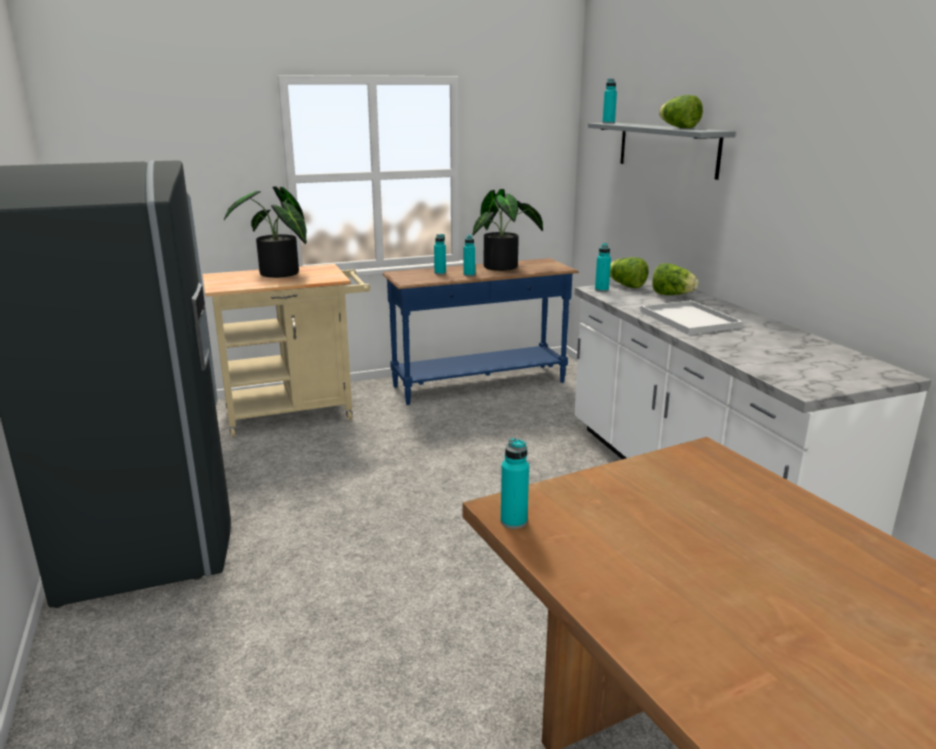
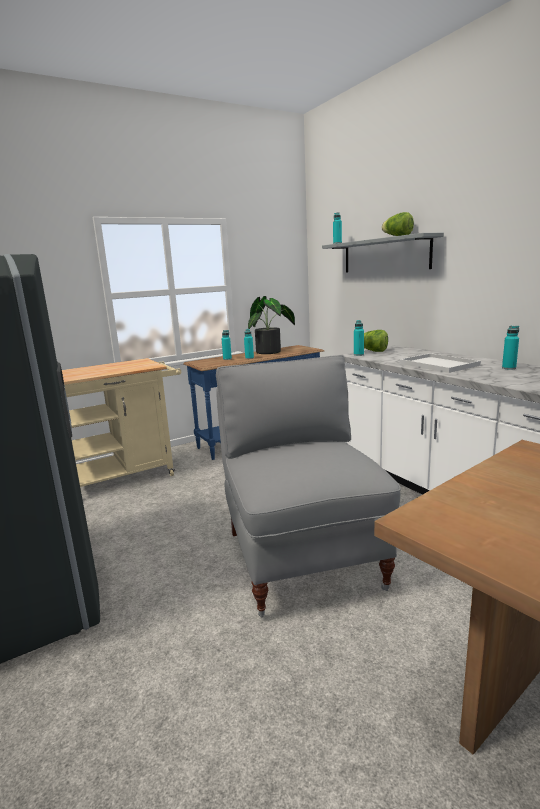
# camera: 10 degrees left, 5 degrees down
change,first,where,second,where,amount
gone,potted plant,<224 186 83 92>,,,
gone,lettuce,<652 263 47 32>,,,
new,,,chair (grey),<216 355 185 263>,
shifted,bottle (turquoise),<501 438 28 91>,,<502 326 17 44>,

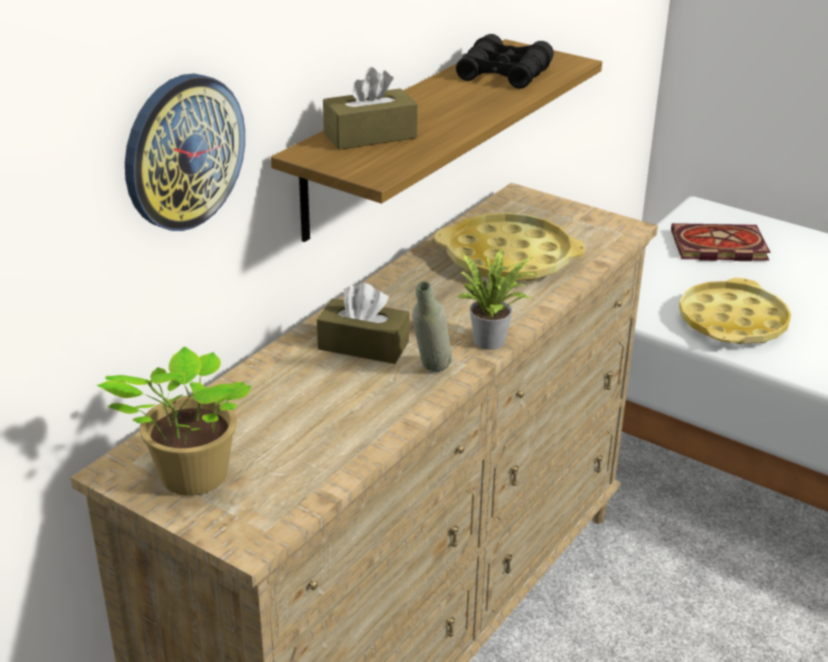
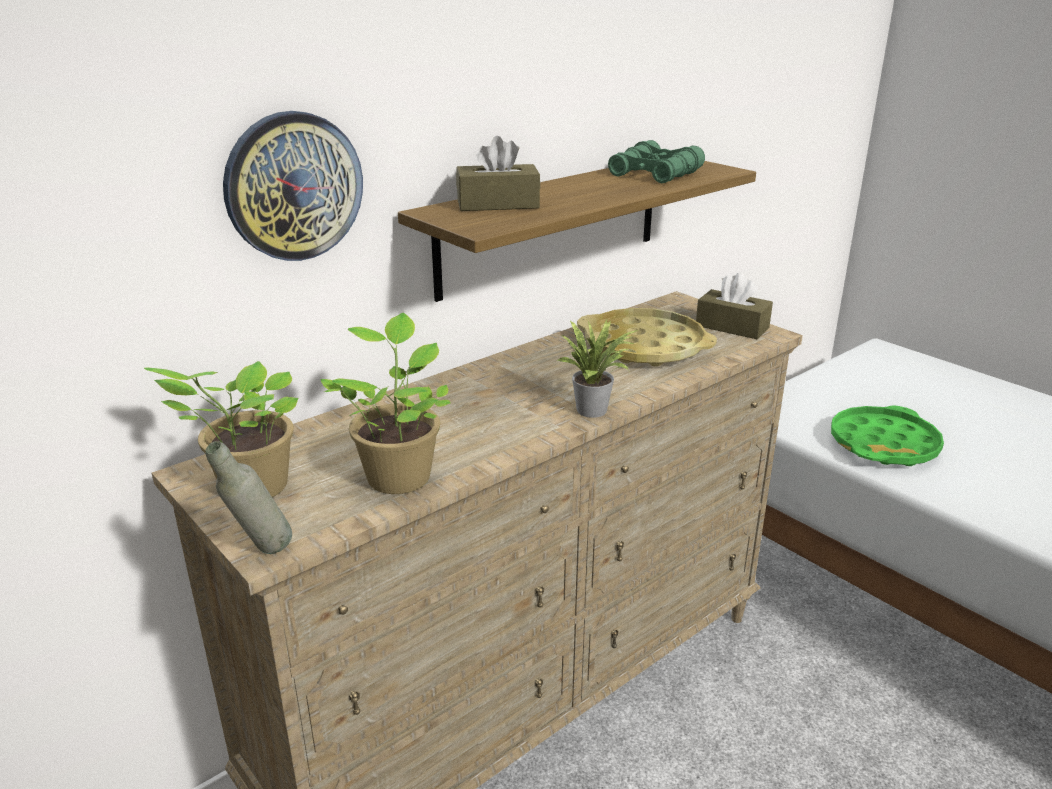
# camera: 15 degrees right, 5 degrees down
change,first,where,second,where,amount
gone,book,<671 223 100 38>,,,
new,,,potted plant,<320 313 131 181>,
shifted,tissue box (brown),<317 283 92 81>,,<696 273 77 66>,
shifted,bottle (grey),<412 281 40 91>,,<205 441 87 113>,
repainted,binoculars (black),<456 34 98 55>,binoculars (green),<608 140 97 43>,
repainted,tray (yellow),<679 278 112 66>,tray (green),<831 406 113 60>,

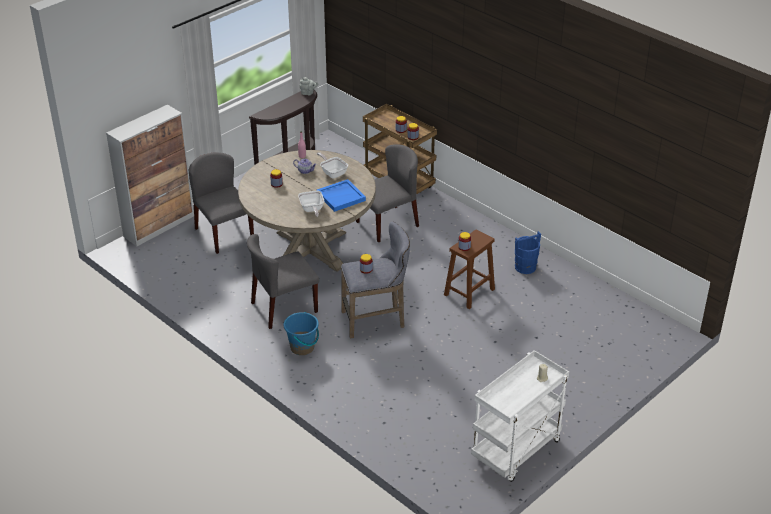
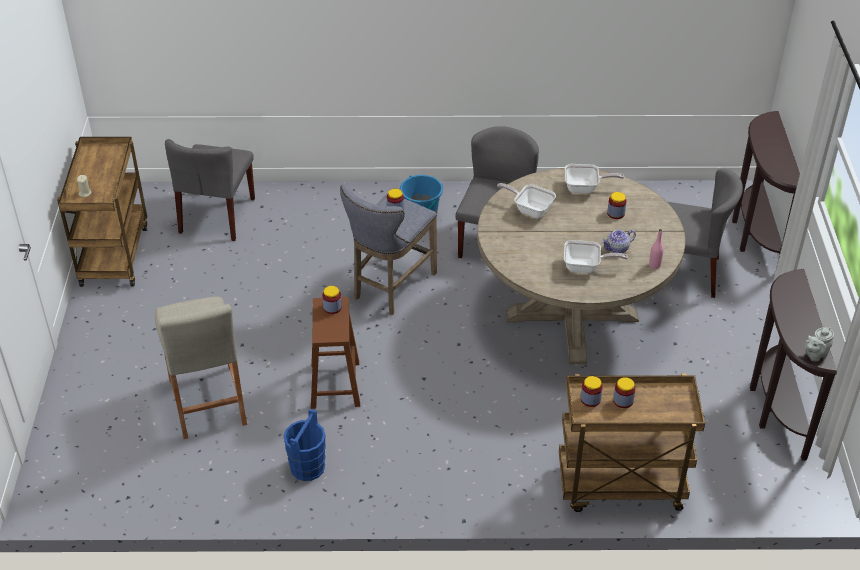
# camera: 135 degrees right, 5 degrees up
change,first,where,second,where,amount
gone,tray (blue),<317 179 49 33>,,,
new,,,stool (beige),<155 296 92 143>,
new,,,frying pan,<565 164 59 29>,
shifted,chair (grey),<356 144 63 98>,,<165 139 90 102>,
swapped,cabinet,<106 105 88 141>,console table (brown),<732 111 68 149>,
repainted,cart (white),<471 350 98 132>,cart (brown),<57 137 90 150>,

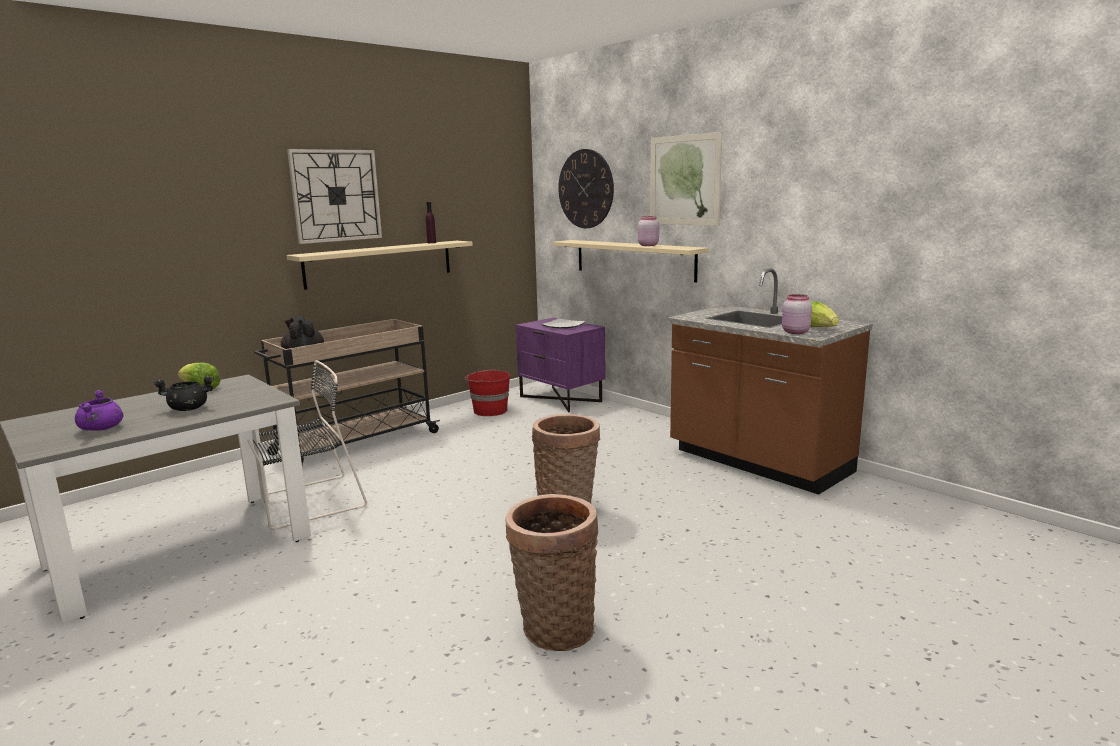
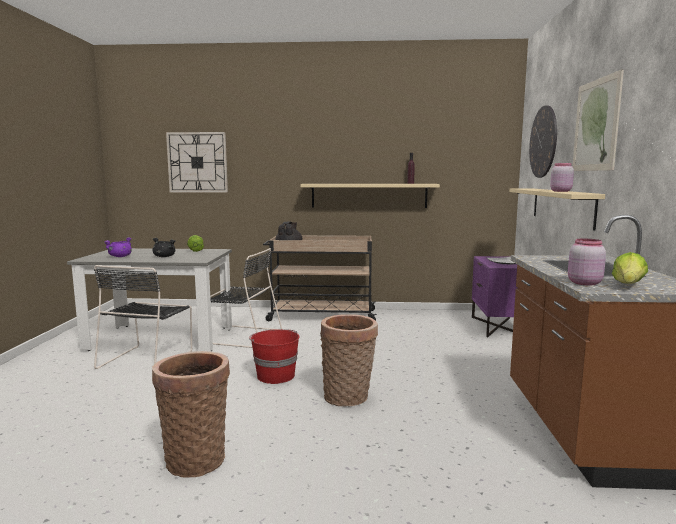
# camera: 45 degrees right, 5 degrees down
change,first,where,second,where,amount
new,,,chair (black),<94 265 98 104>,
shifted,wall clock,<287 149 95 95>,,<166 132 62 61>,
shifted,bucket (red),<465 369 45 47>,,<249 329 51 55>,

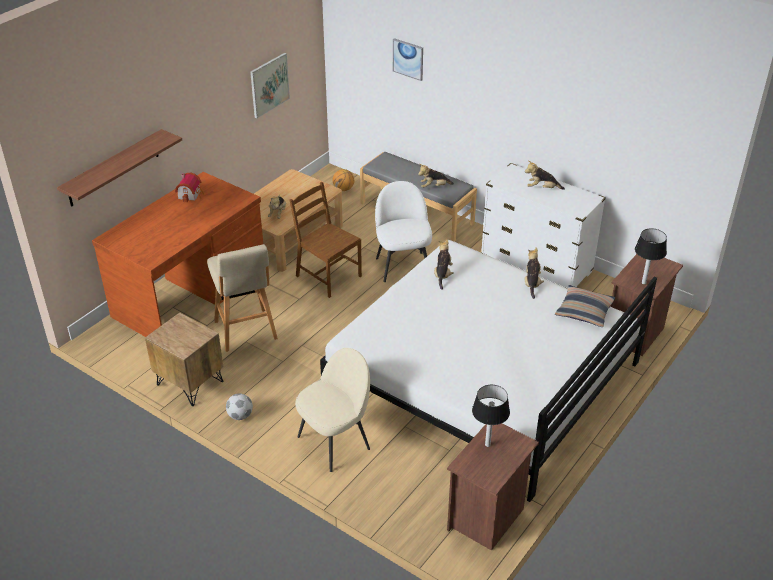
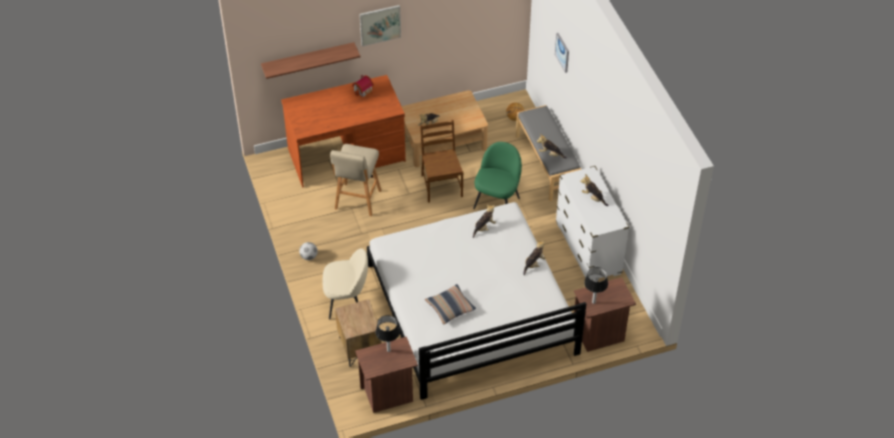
# camera: 35 degrees right, 10 degrees up
change,first,where,second,where,amount
shifted,nightstand (brown),<145 312 78 94>,,<335 299 47 68>,
shifted,picture,<250 53 40 65>,,<359 5 42 41>,
shifted,pillow,<555 285 60 42>,,<425 284 51 40>,
repainted,chair (white),<375 181 57 101>,chair (green),<473 142 49 67>,

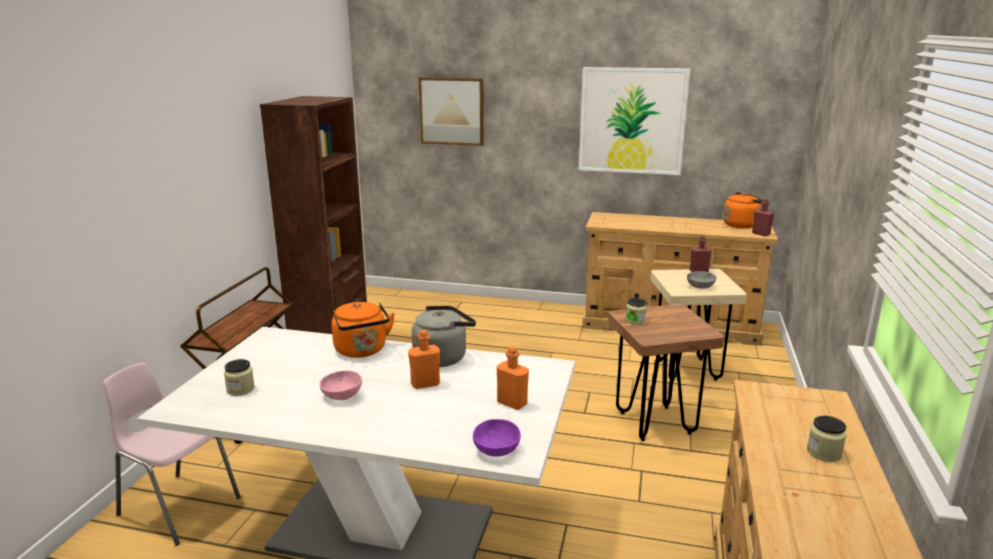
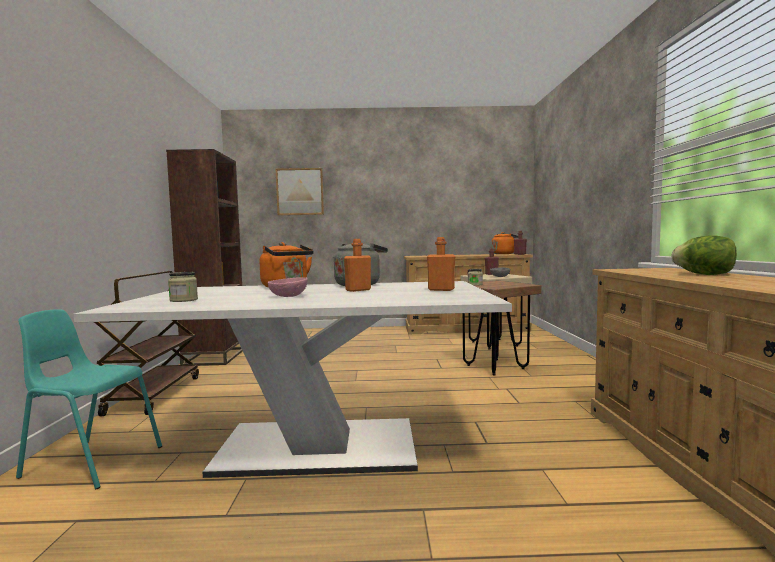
# camera: 15 degrees left, 15 degrees down
change,first,where,second,where,amount
gone,bowl (purple),<473 419 48 38>,,,
gone,picture,<579 67 111 108>,,,
swapped,jar,<807 416 40 46>,lettuce,<671 235 66 40>,
repainted,chair (pink),<103 363 138 182>,chair (turquoise),<16 310 146 179>,

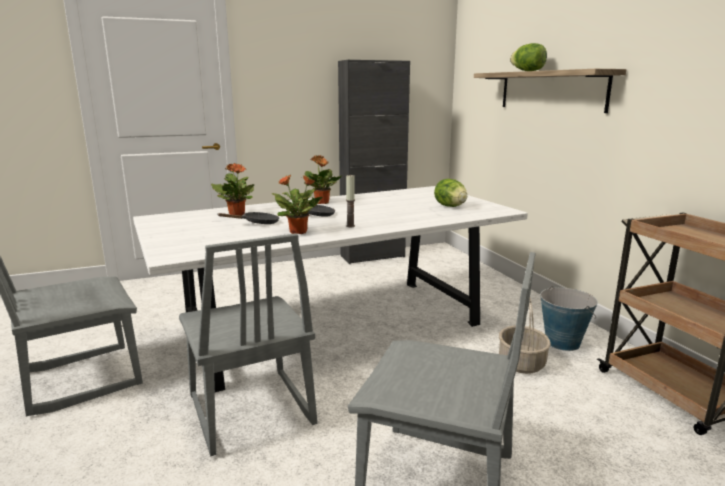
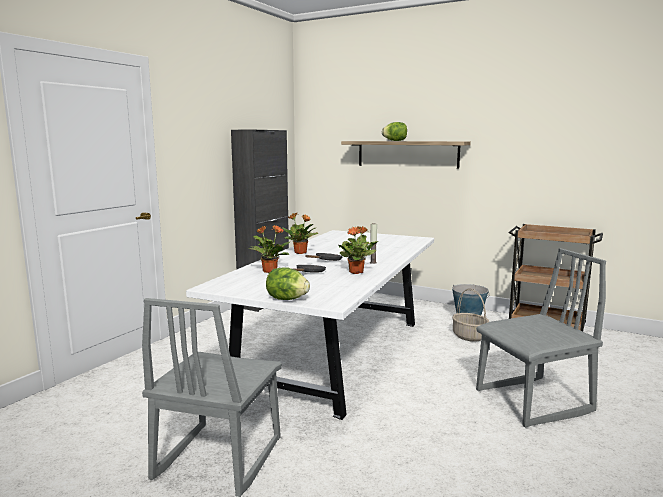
# camera: 40 degrees left, 5 degrees down
change,first,where,second,where,amount
gone,chair (grey),<179 233 139 223>,,,
shifted,lettuce,<434 179 33 28>,,<266 267 44 33>,

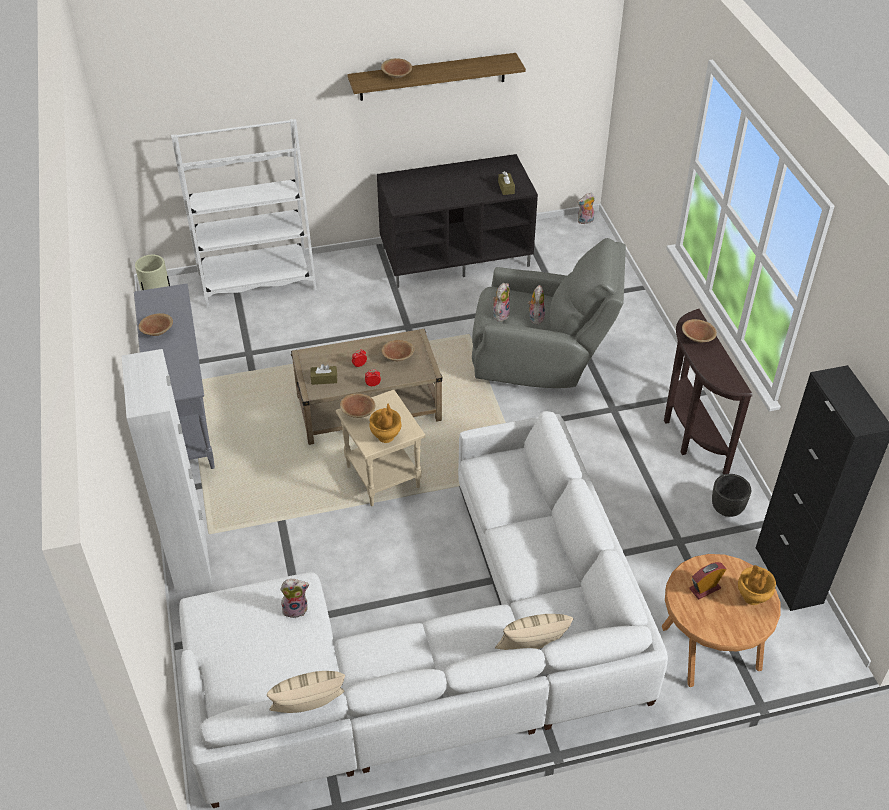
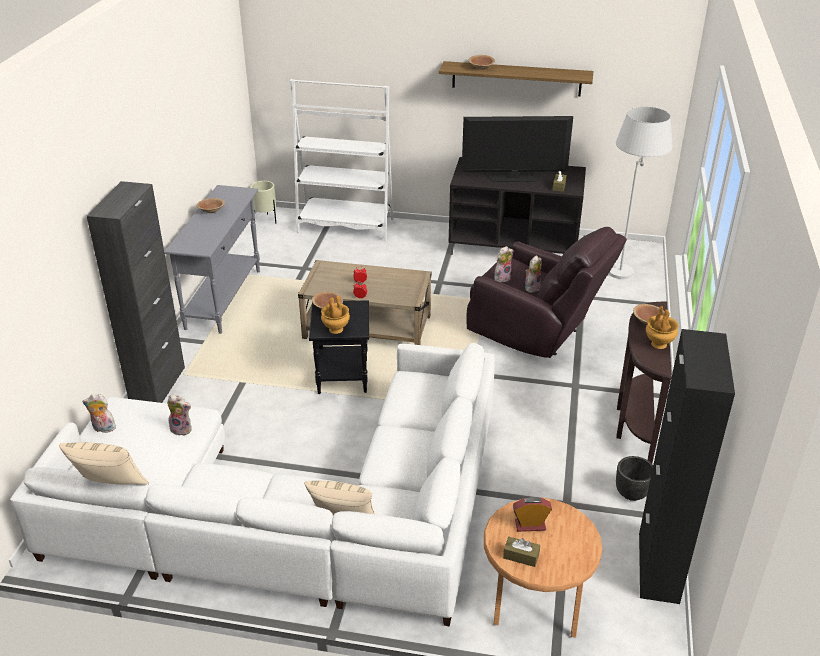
# camera: 25 degrees right, 10 degrees down
change,first,where,second,where,amount
gone,bowl (brown),<382 340 32 21>,,,
new,,,television,<462 116 111 66>,
new,,,floor lamp (white),<609 106 64 173>,
shifted,tissue box (brown),<310 364 27 21>,,<503 537 37 30>,
shifted,plush toy,<577 192 18 32>,,<82 394 34 39>,
shifted,vase (brown),<738 565 38 40>,,<646 306 33 43>,
repainted,cabinet (white),<122 349 90 244>,cabinet (black),<87 181 98 222>,
repainted,side table (beige),<336 390 90 116>,side table (black),<309 300 60 94>,
repainted,armchair (grey),<472 238 154 150>,armchair (brown),<466 227 161 131>,

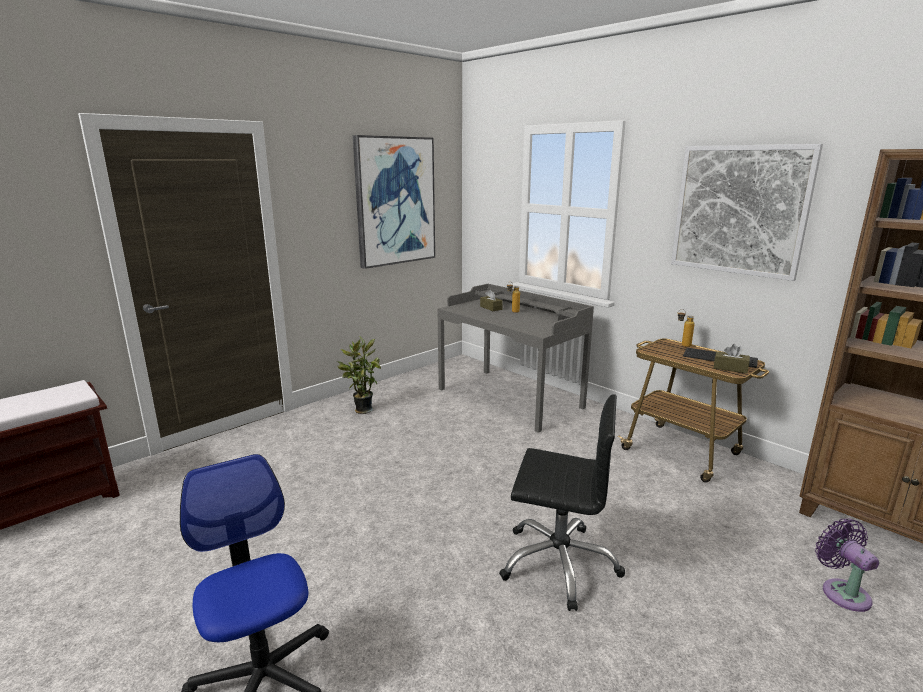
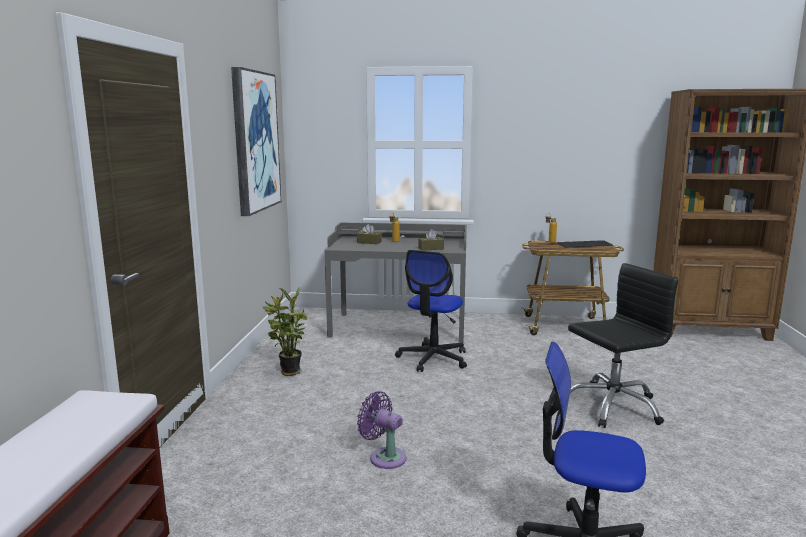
# camera: 40 degrees left, 5 degrees down
change,first,where,second,where,amount
gone,picture,<671 144 152 137>,,,
new,,,office chair,<395 250 72 122>,
shifted,tissue box (brown),<714 344 36 30>,,<418 229 26 22>,
shifted,fan (purple),<815 519 64 93>,,<357 391 49 78>,

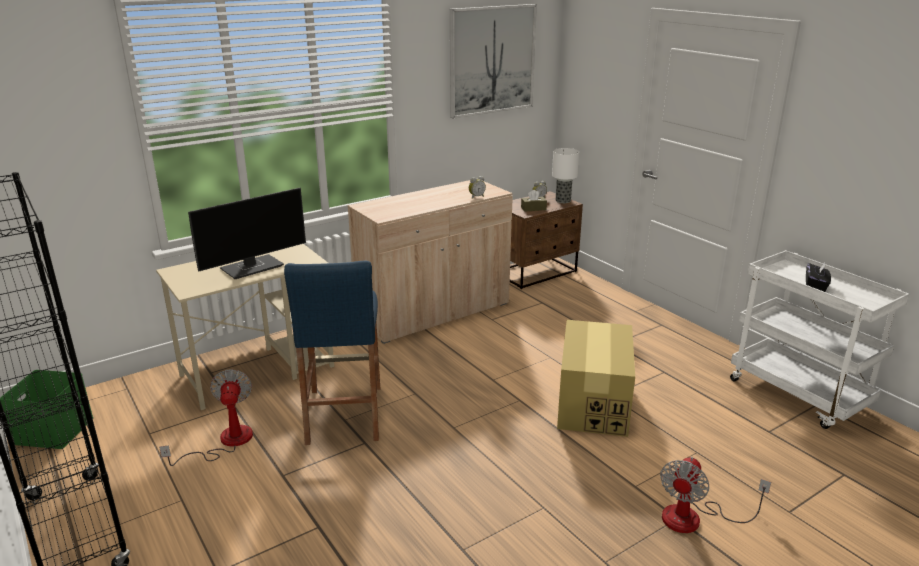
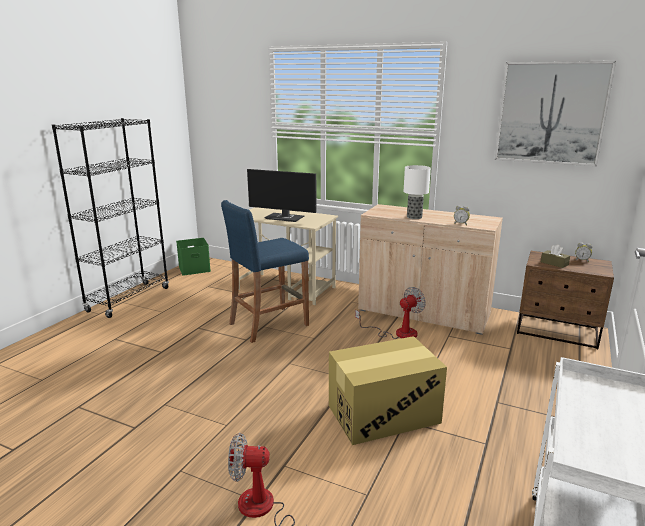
# camera: 60 degrees right, 5 degrees down
change,first,where,second,where,amount
gone,tissue box (black),<806 262 25 30>,,,
shifted,fan,<159 369 94 97>,,<355 287 71 52>,
shifted,table lamp,<552 148 27 55>,,<403 165 28 54>,

